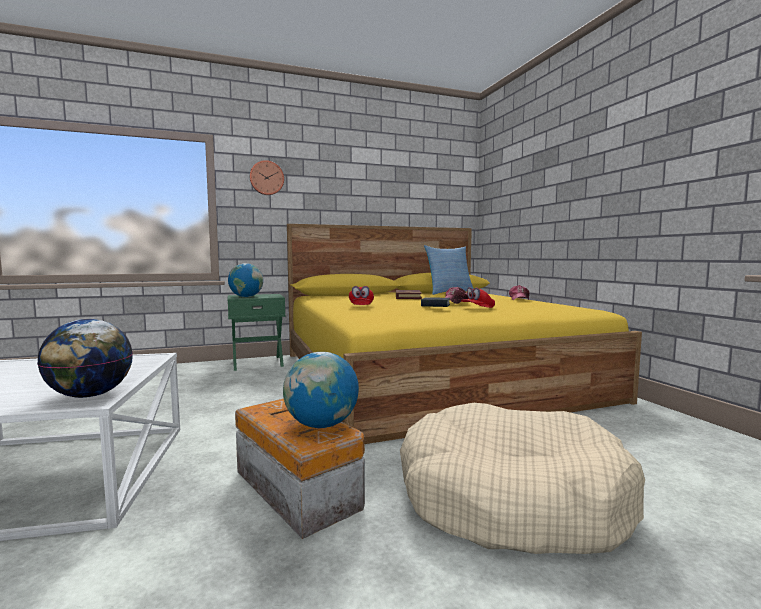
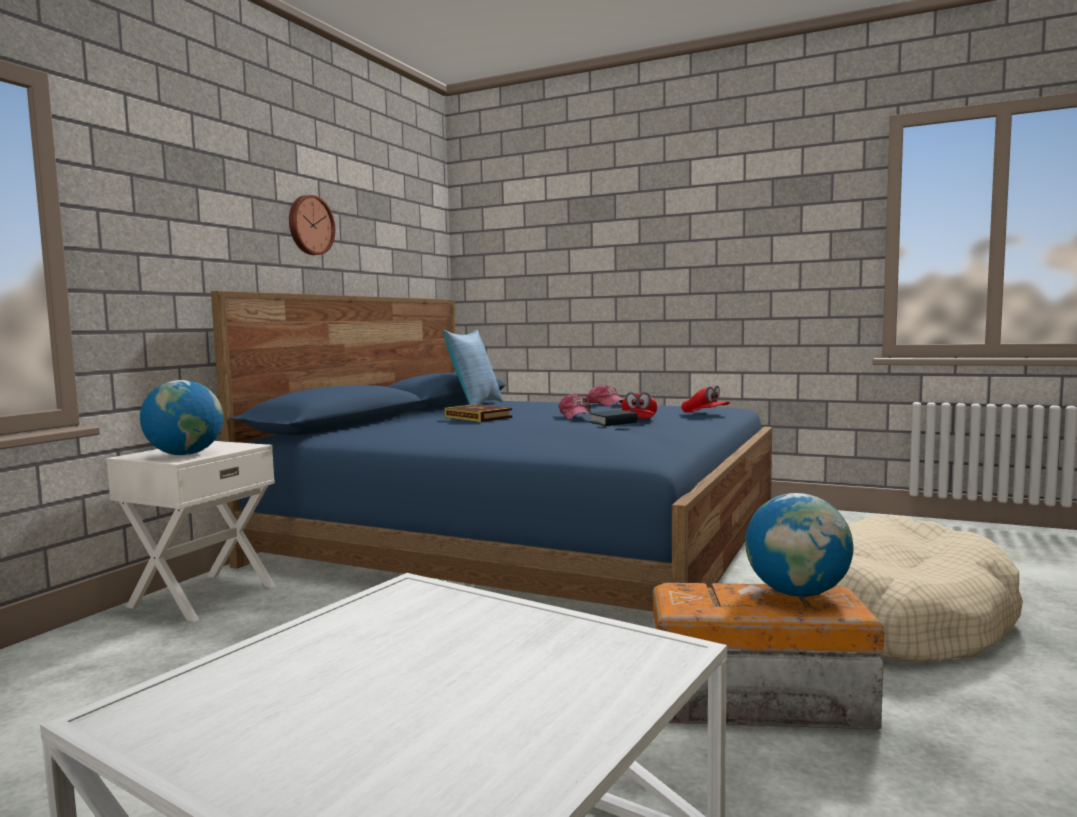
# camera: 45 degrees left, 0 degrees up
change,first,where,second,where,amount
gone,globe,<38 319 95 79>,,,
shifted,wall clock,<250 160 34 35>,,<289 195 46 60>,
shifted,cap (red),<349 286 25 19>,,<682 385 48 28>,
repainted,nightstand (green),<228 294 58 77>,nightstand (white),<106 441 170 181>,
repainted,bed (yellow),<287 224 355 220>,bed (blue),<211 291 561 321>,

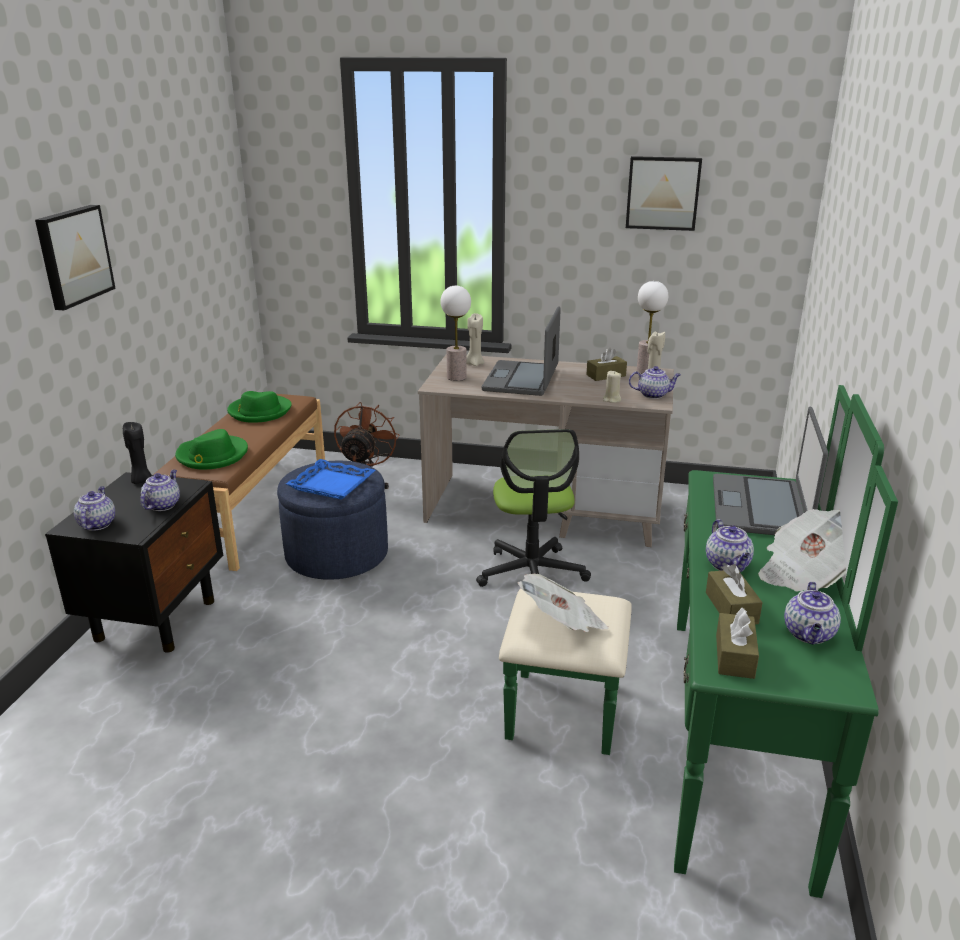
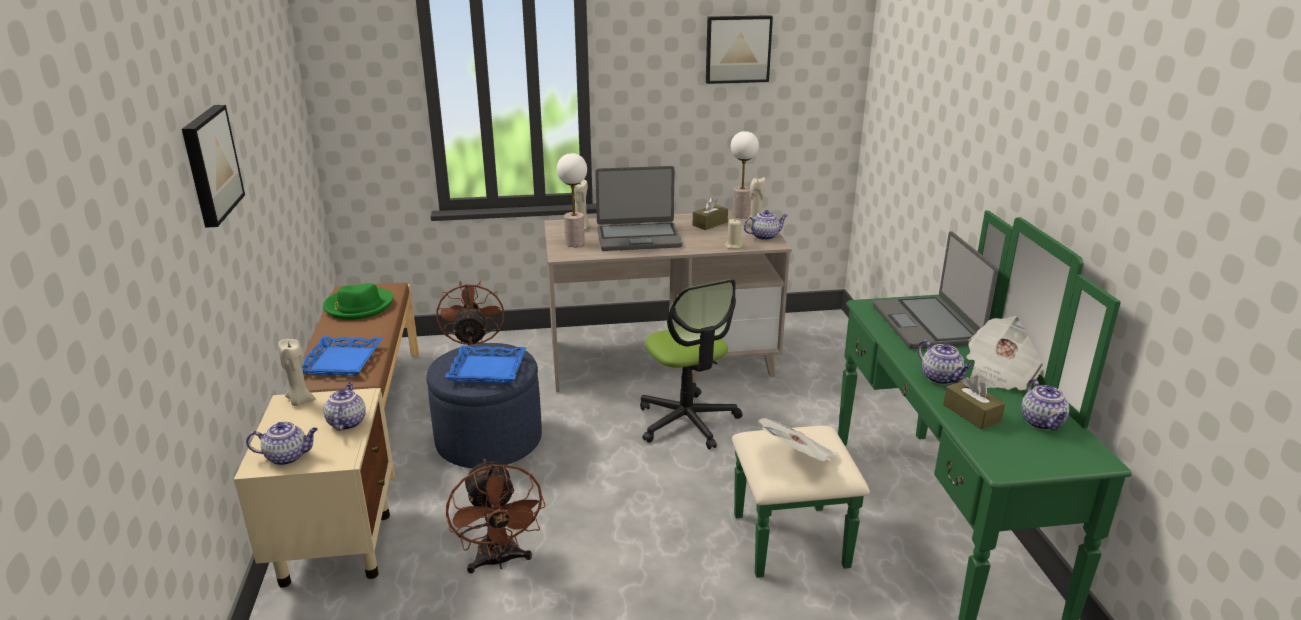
# camera: 20 degrees left, 0 degrees up
change,first,where,second,where,amount
gone,tissue box (brown),<716 608 43 71>,,,
new,,,fan (brown),<446 459 100 114>,
swapped,hat (green),<175 429 73 41>,tray (blue),<302 336 81 40>,
repainted,nightstand (black),<45 472 178 181>,nightstand (beige),<234 388 159 200>,
repainted,candle (black),<123 422 28 62>,candle (beige),<278 339 38 67>,
rotated,teapot,<74 486 41 45>,,<246 422 72 43>,105 degrees clockwise
rotated,laptop,<482 306 79 90>,,<595 166 87 85>,90 degrees counterclockwise

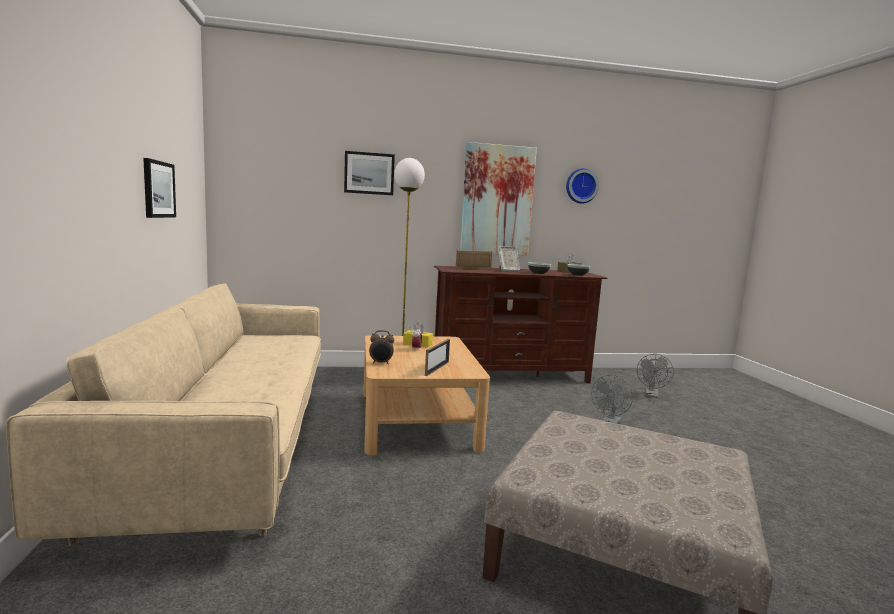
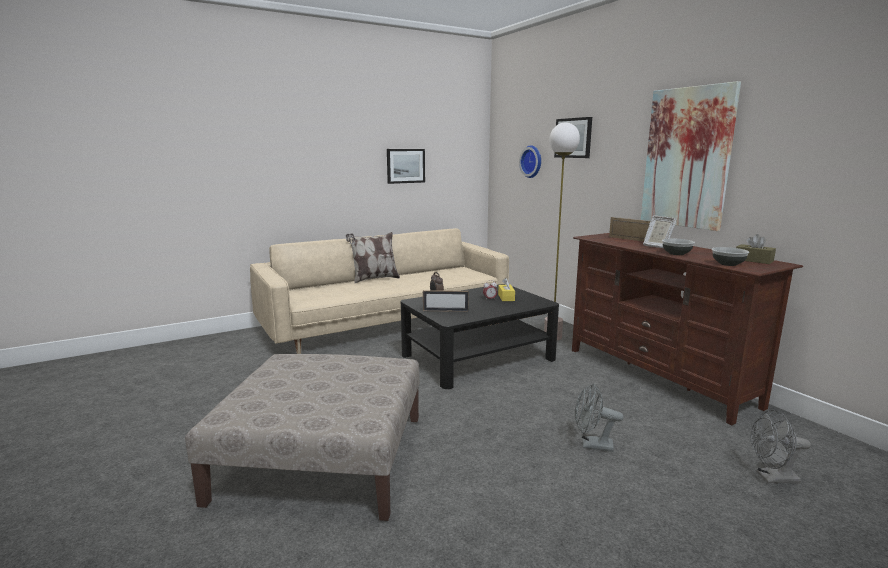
# camera: 70 degrees right, 5 degrees up
change,first,where,second,where,amount
new,,,pillow,<346 232 54 52>,
shifted,wall clock,<566 168 33 36>,,<519 145 22 33>,
repainted,coffee table (beige),<363 335 127 120>,coffee table (black),<400 284 159 105>,

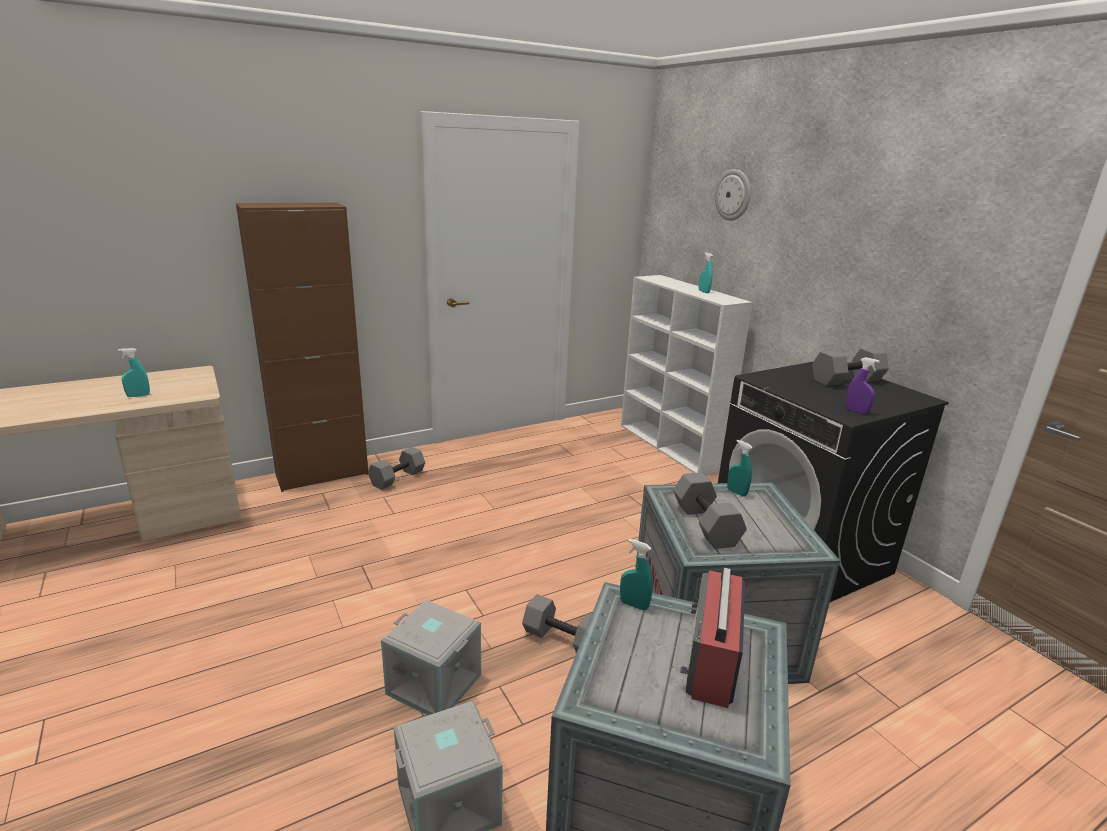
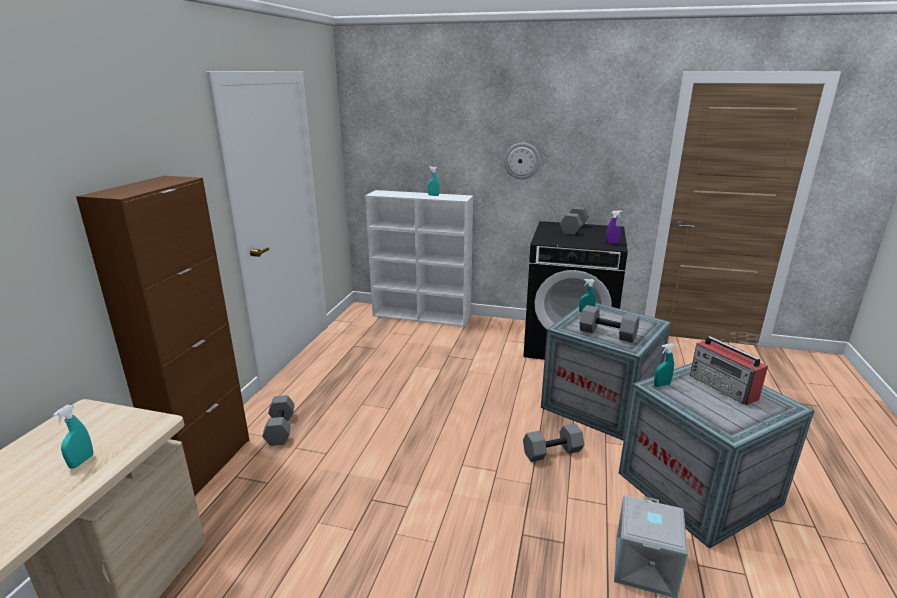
# camera: 45 degrees left, 0 degrees up
change,first,where,second,where,amount
gone,storage box (grey),<381 600 100 115>,,,
shifted,wall clock,<715 169 36 52>,,<504 143 36 36>,

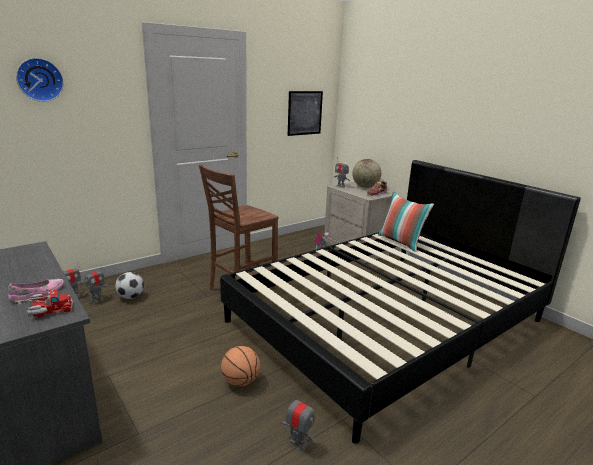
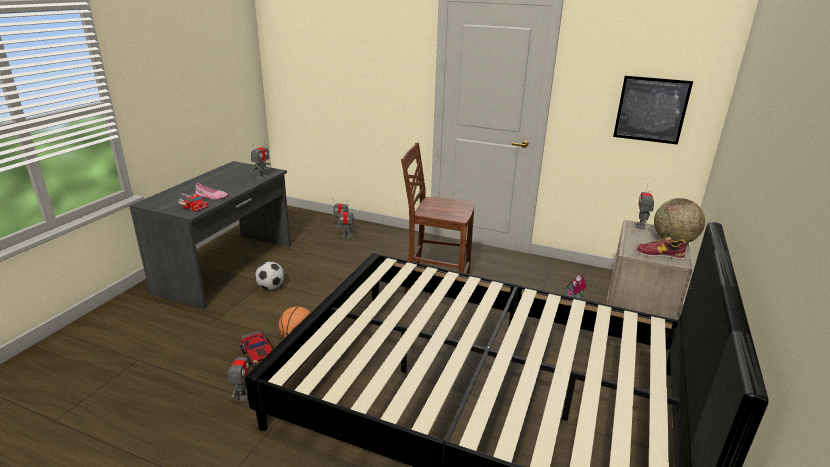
# camera: 60 degrees right, 5 degrees up
change,first,where,second,where,amount
gone,wall clock,<16 58 48 44>,,,
gone,pillow,<378 192 56 60>,,,
new,,,toy car,<241 331 33 34>,
new,,,toy robot,<251 140 20 39>,
shifted,football,<115 272 29 27>,,<255 262 29 28>,

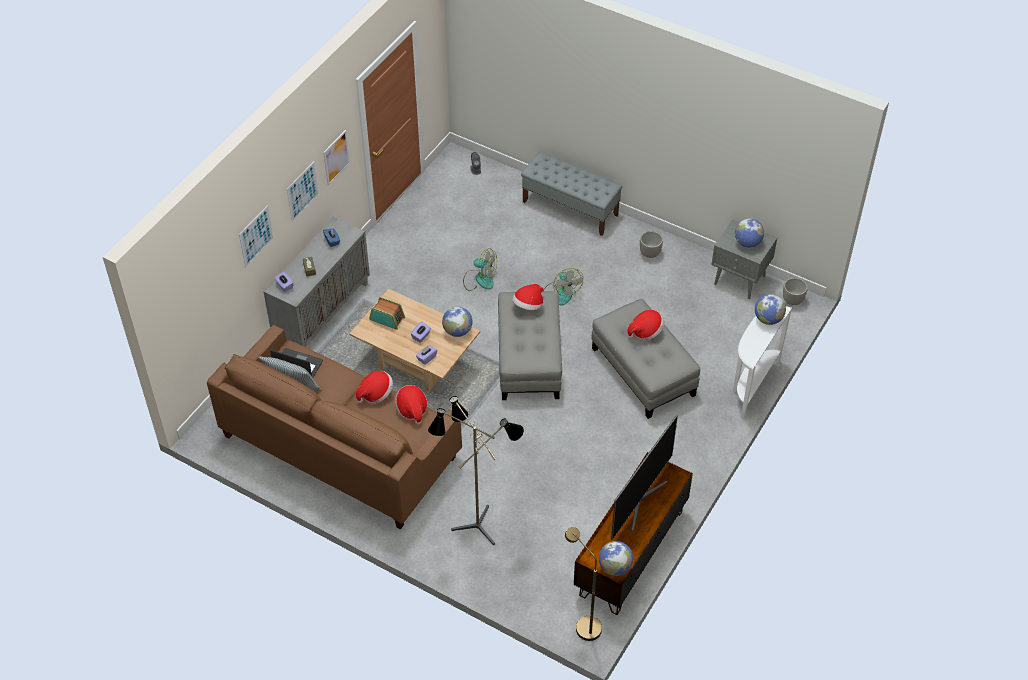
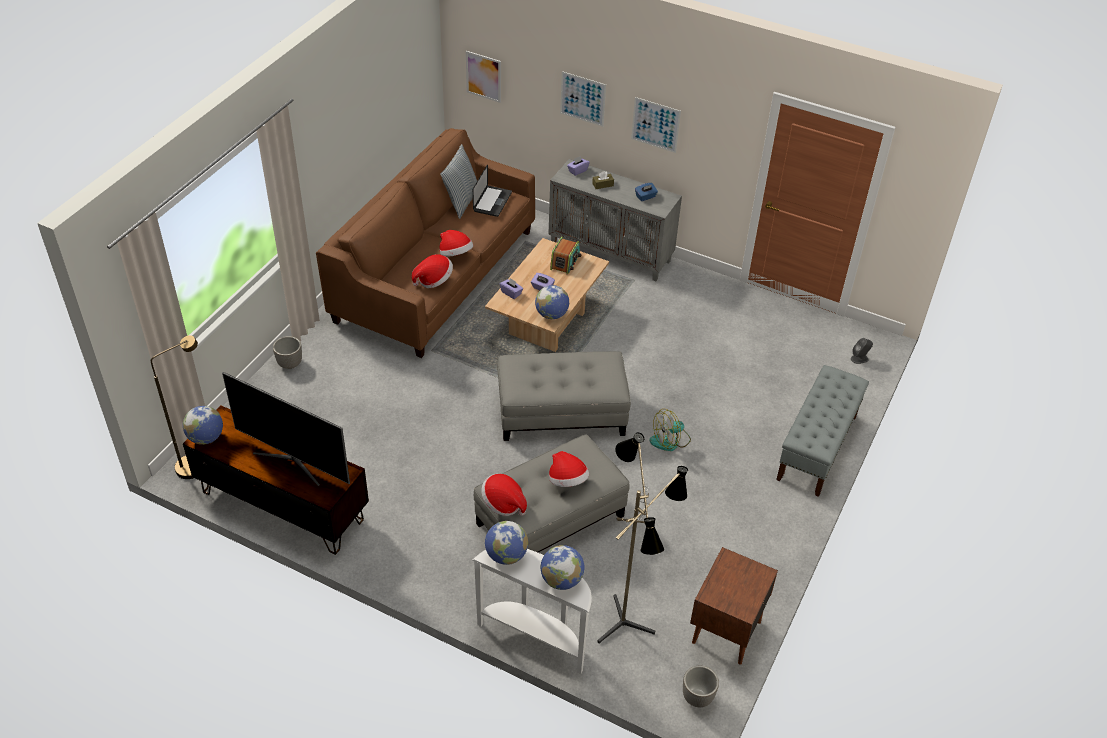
# camera: 85 degrees right, 5 degrees down
change,first,where,second,where,amount
gone,fan,<463 248 34 43>,,,
shifted,picture,<323 130 27 56>,,<466 51 35 52>,
shifted,floor lamp,<428 396 96 150>,,<597 433 91 211>,
shifted,hat,<512 284 31 26>,,<481 474 46 42>,
shifted,planter,<640 231 23 27>,,<273 336 29 33>,
shifted,globe,<735 218 29 30>,,<485 521 43 44>,
repainted,nightstand (grey),<711 219 66 80>,nightstand (brown),<690 547 88 118>,

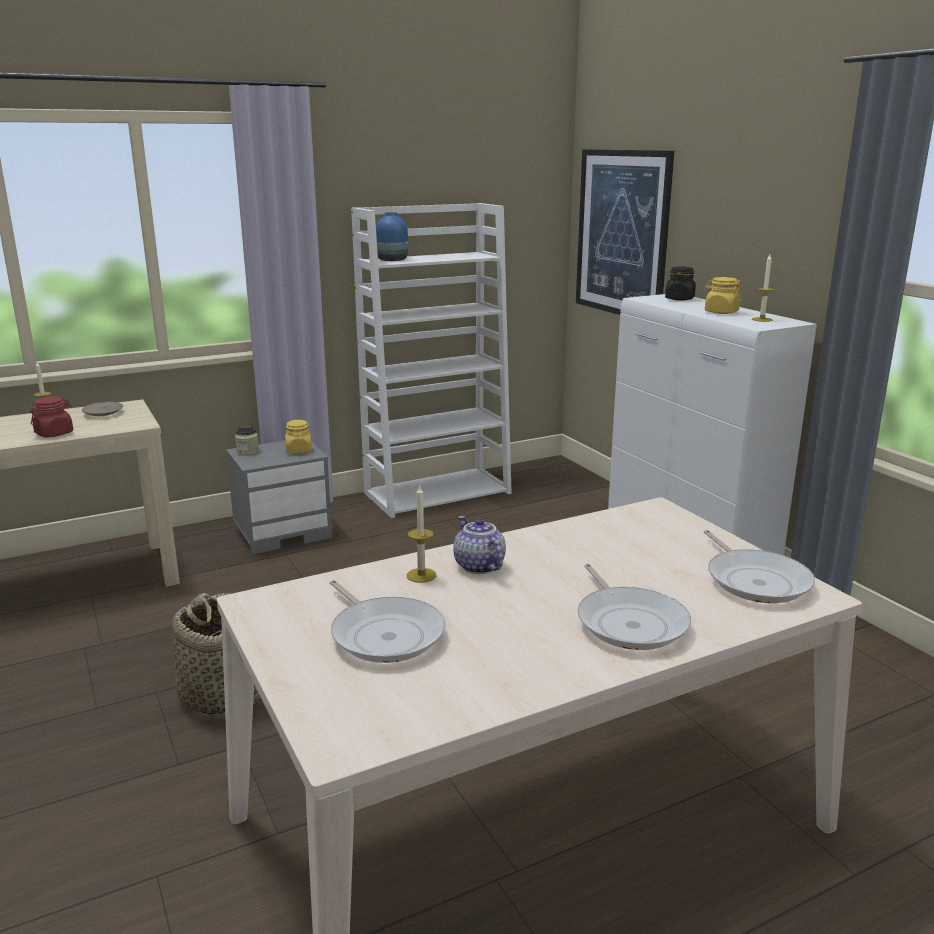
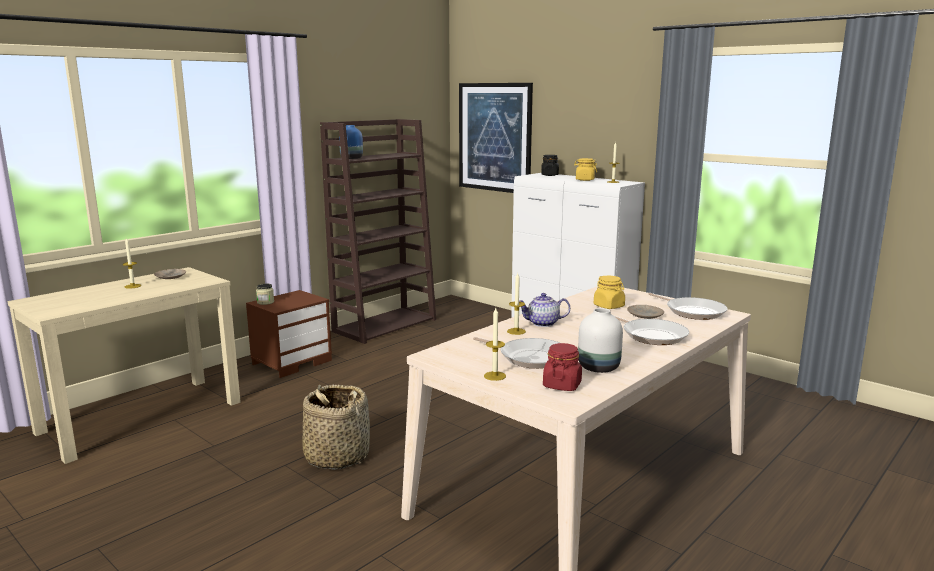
# camera: 20 degrees left, 5 degrees down
change,first,where,second,where,amount
new,,,candle,<484 308 22 73>,
new,,,vase (white),<578 308 45 65>,
new,,,plate (beige),<627 305 37 14>,
shifted,jar (red),<30 397 43 40>,,<543 343 39 48>,
shifted,jar (yellow),<285 420 27 34>,,<594 276 31 33>,
repainted,nightstand (grey),<226 441 106 114>,nightstand (brown),<246 290 86 88>,
repainted,bookcase (white),<351 203 161 315>,bookcase (brown),<320 119 116 225>,
rotated,teapot,<453 516 53 58>,,<519 293 51 34>,45 degrees counterclockwise

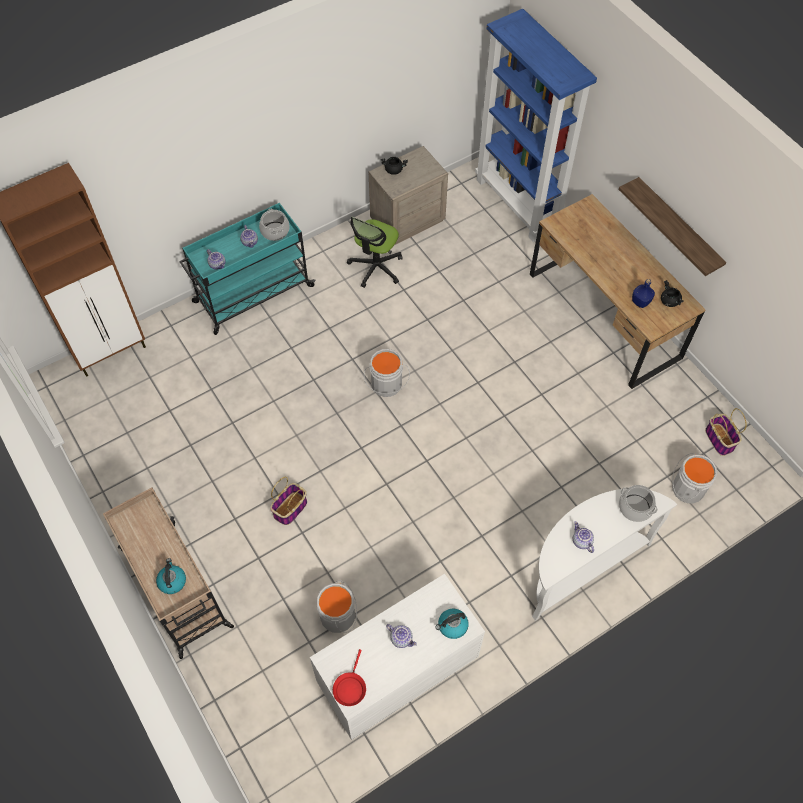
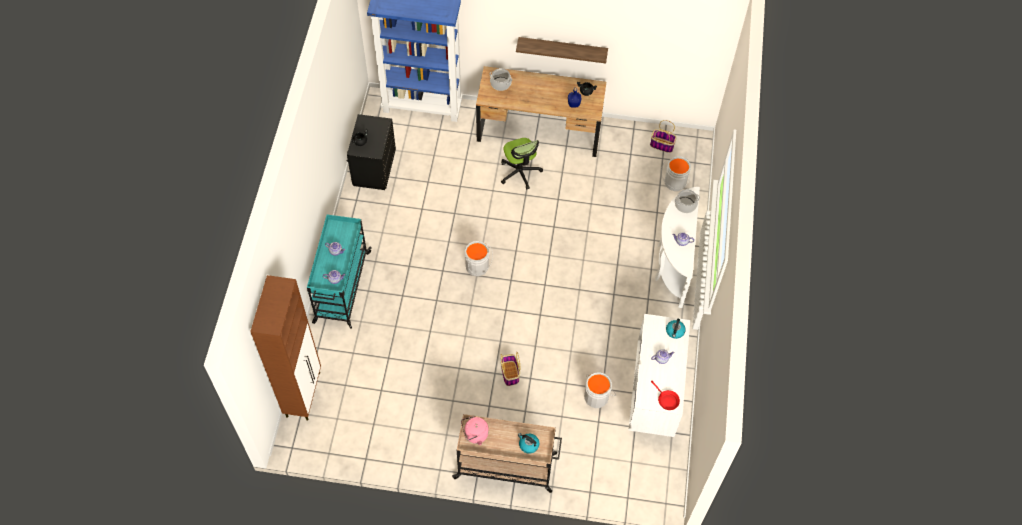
# camera: 50 degrees left, 0 degrees up
change,first,where,second,where,amount
new,,,kettle (pink),<461 416 28 29>,
shifted,cooking pot,<259 209 31 32>,,<490 68 22 23>,
shifted,office chair,<347 217 56 71>,,<501 138 42 51>,
repainted,nightstand (beige),<369 146 79 99>,nightstand (black),<347 114 49 76>,

